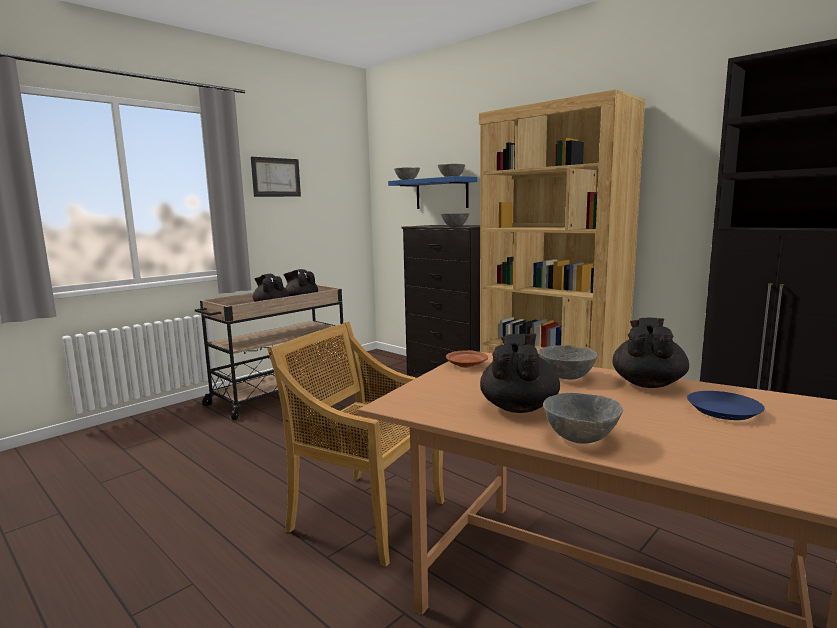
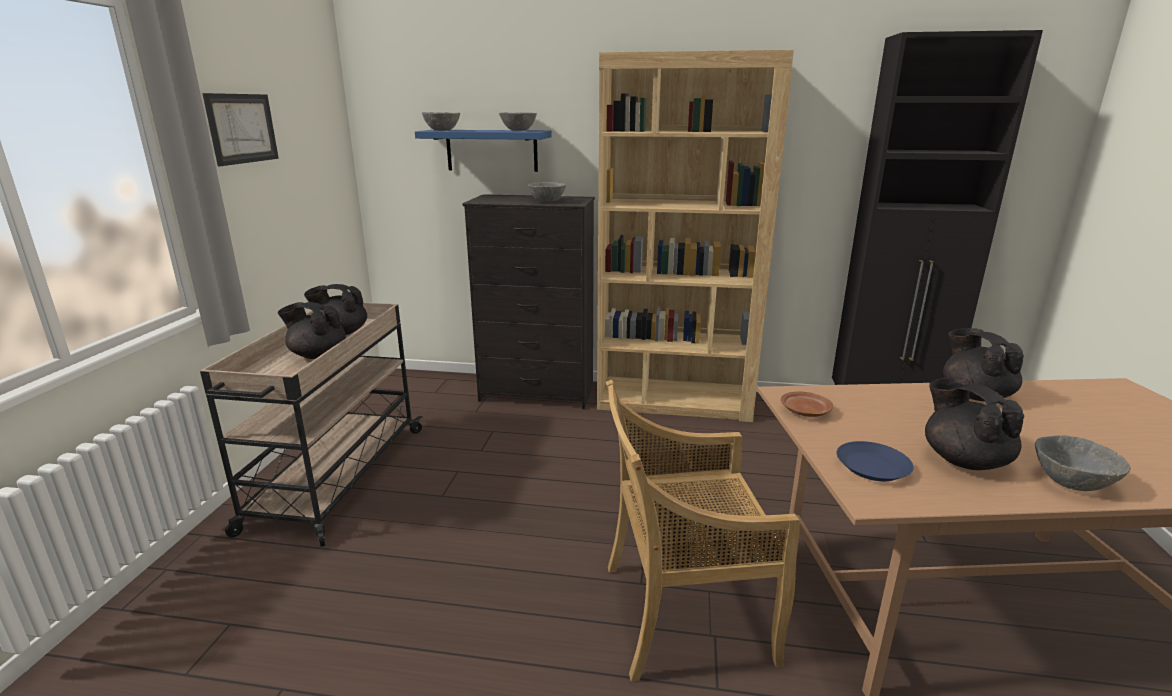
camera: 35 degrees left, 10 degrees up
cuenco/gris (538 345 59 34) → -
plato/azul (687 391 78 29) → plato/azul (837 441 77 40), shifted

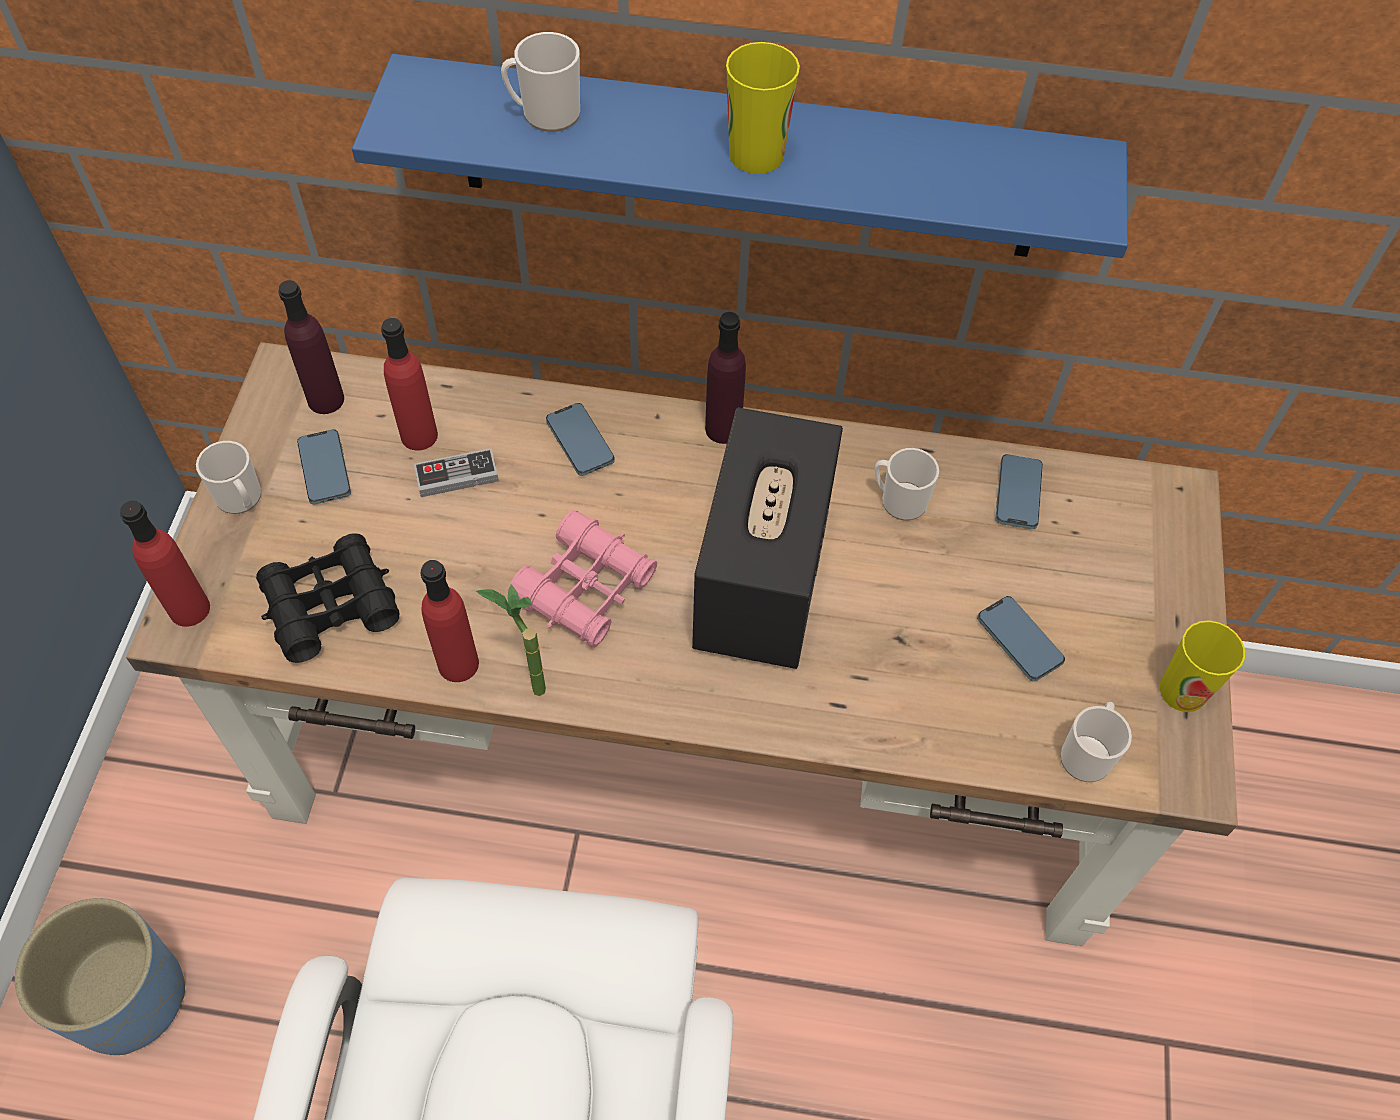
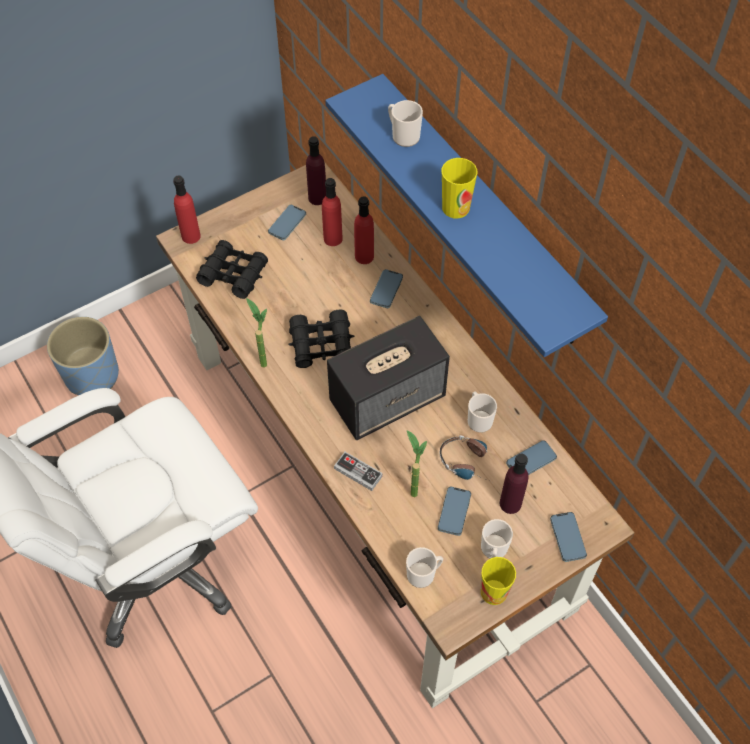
camera: 50 degrees right, 0 degrees up
- → planta en maceta (407 430 20 67)
- → auriculares (440 436 49 45)
- → móvil (550 512 37 50)
taza grande (196 441 65 73) → taza grande (481 519 32 40), shifted
mando de consola (414 448 85 49) → mando de consola (334 452 49 39), shifted
botella/rojo (421 560 58 122) → botella/rojo (354 196 20 68), shifted
botella/morado (705 312 41 132) → botella/morado (500 454 28 60), shifted
prismáticos/rosa (508 510 149 138) → prismáticos/negro (288 310 66 58)

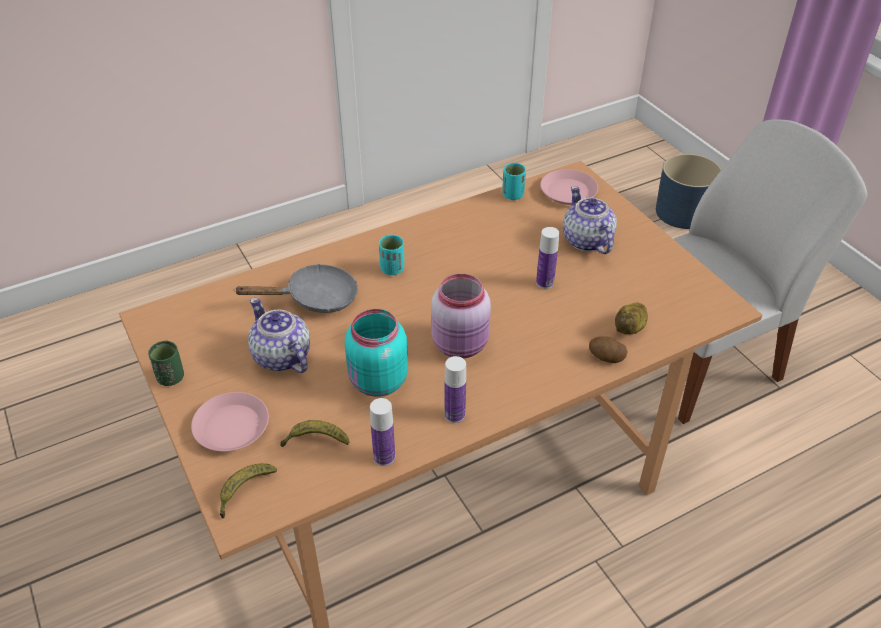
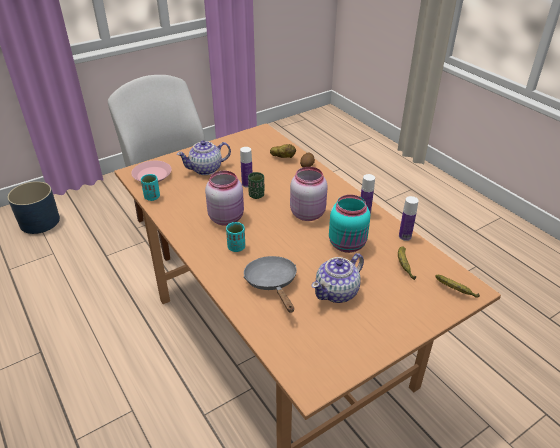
camera: 95 degrees left, 5 degrees down
plato/rosa (191 392 78 60) → -
- → tarro/rosa (205 171 39 55)
taza/verde (148 340 36 46) → taza/verde (248 172 16 27), shifted

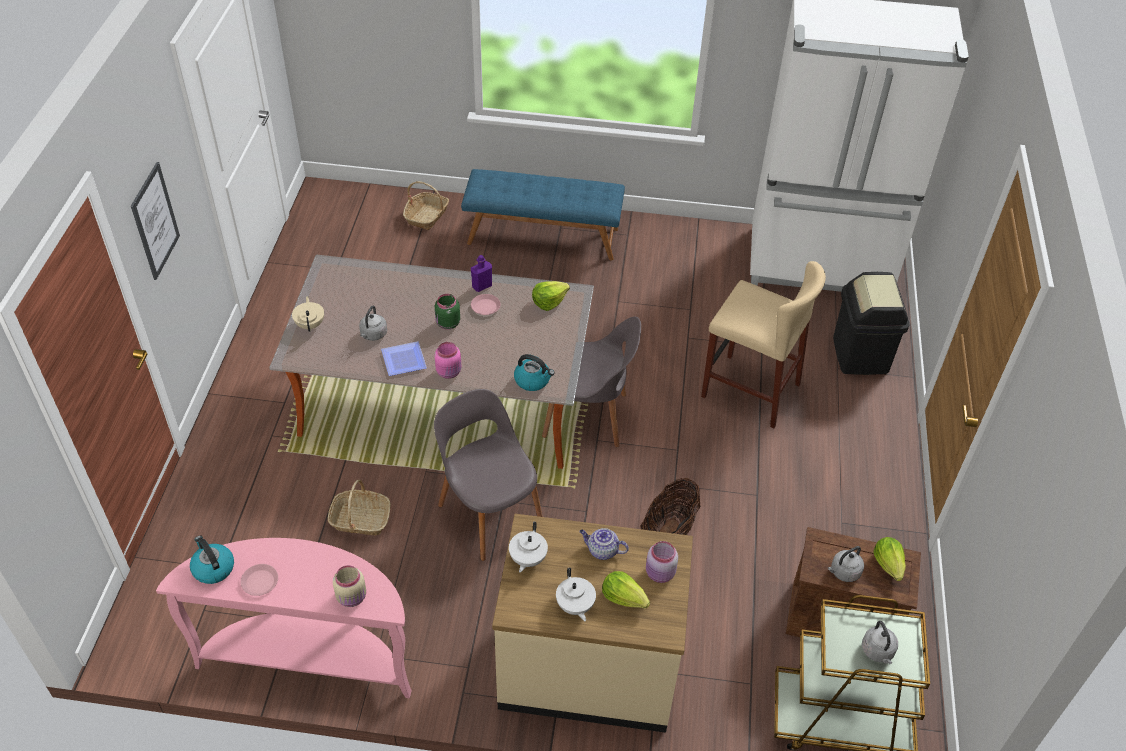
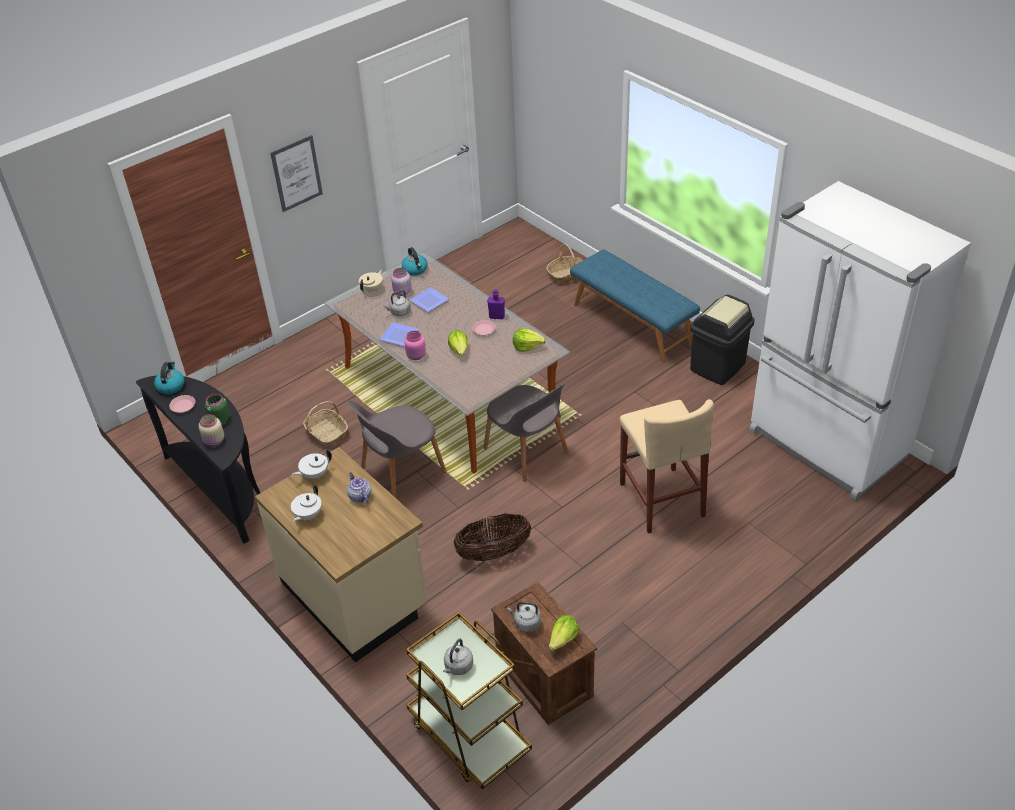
camera: 45 degrees right, 5 degrees down
- → plato (410 287 39 25)
tarro/verde (435 294 25 36) → tarro/verde (205 393 25 31), shifted
hervidor (514 354 41 37) → hervidor (402 247 26 29), shifted
lechuga (602 571 48 38) → lechuga (448 330 20 26), shifted
tarro/rosa (646 541 32 42) → tarro/rosa (391 268 20 28), shifted
papelera/negro (833 272 76 103) → papelera/negro (690 295 65 90), shifted
mesa consola/rosa (156 538 256 160) → mesa consola/negro (136 375 124 169)
silla/gris (434 389 109 172) → silla/gris (347 400 100 98), 135 degrees counterclockwise

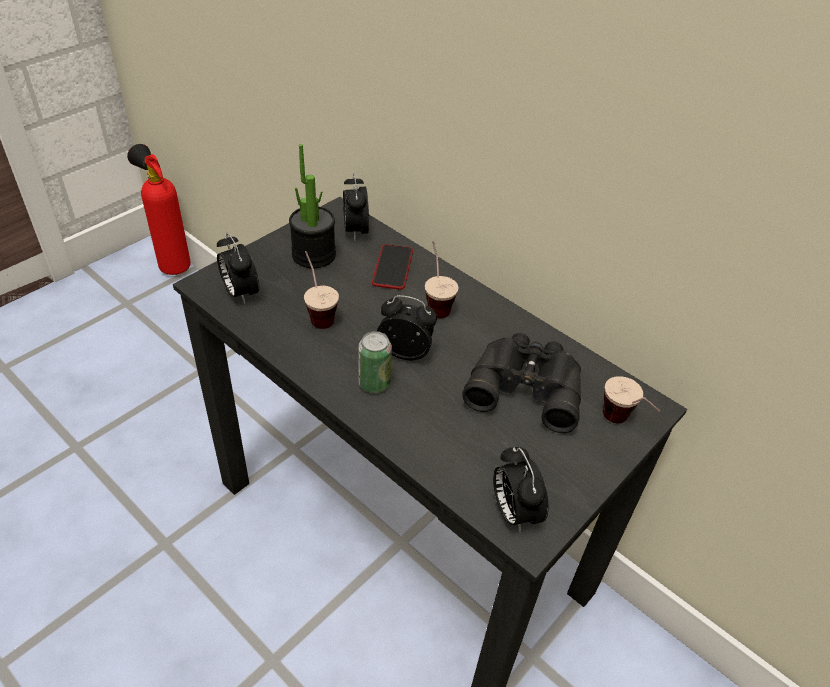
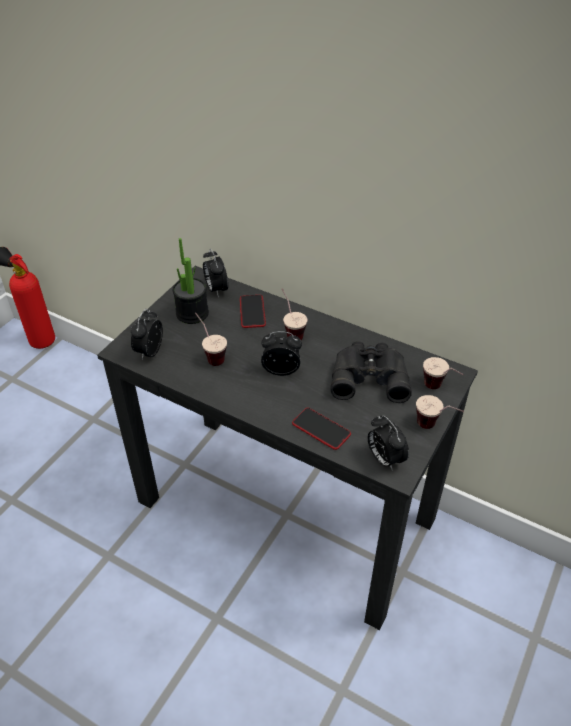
camera: 10 degrees left, 0 degrees up
lata (358 331 34 62) → -
- → móvil (292 408 59 42)
- → taza (416 395 48 34)
despertador (217 233 42 71) → despertador (131 309 32 51), 60 degrees clockwise

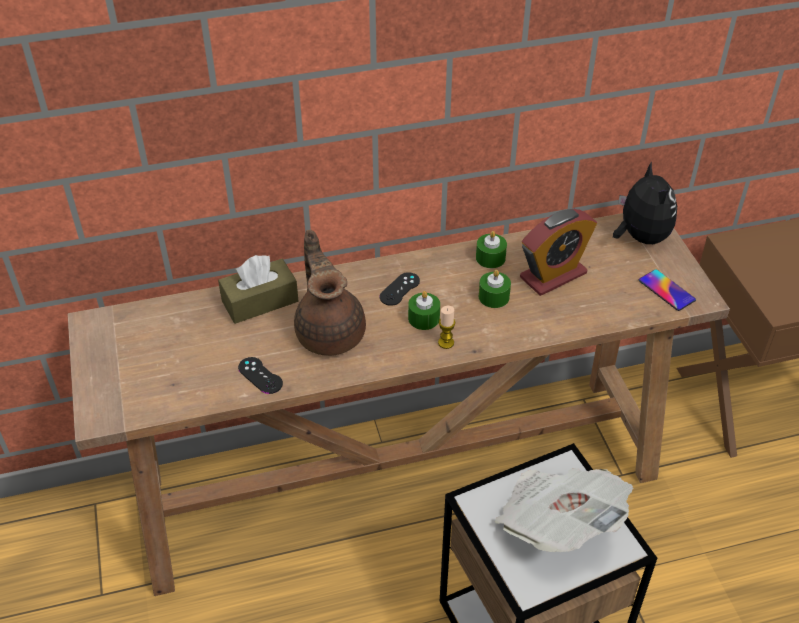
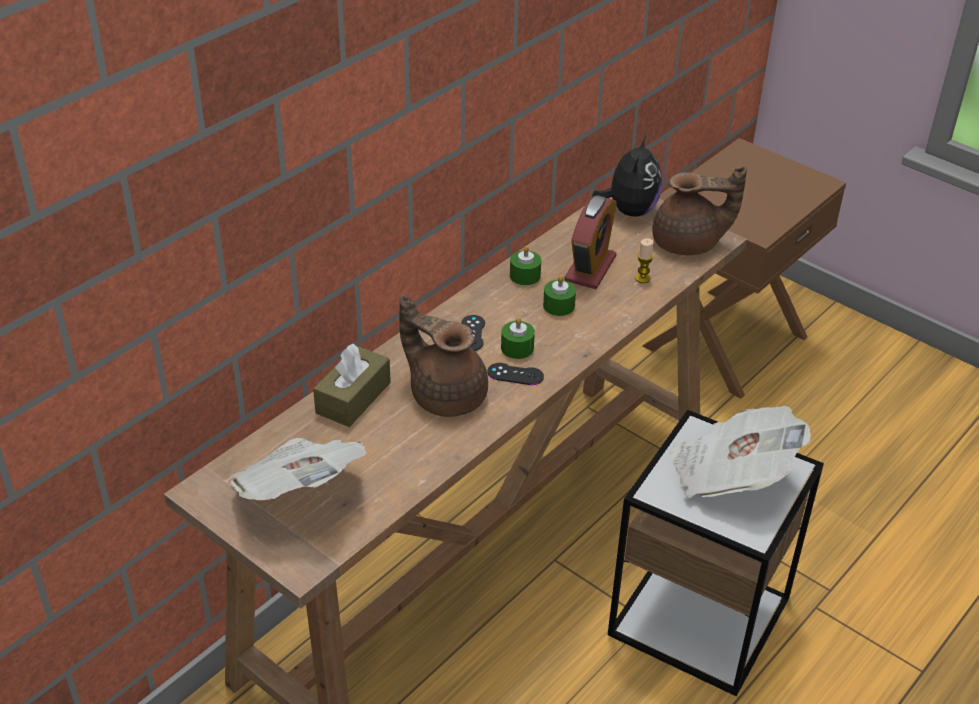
camera: 35 degrees left, 5 degrees down
- → periódico (230 438 137 62)
mando de consola/negro (238 357 45 37) → mando de consola/negro (487 363 57 22), shifted
vela (438 306 17 43) → vela (635 238 19 45), shifted
móvil (639 269 57 42) → tetera/marrón (652 166 95 89)
peluche (613 161 64 83) → peluche (592 135 70 81), 60 degrees clockwise

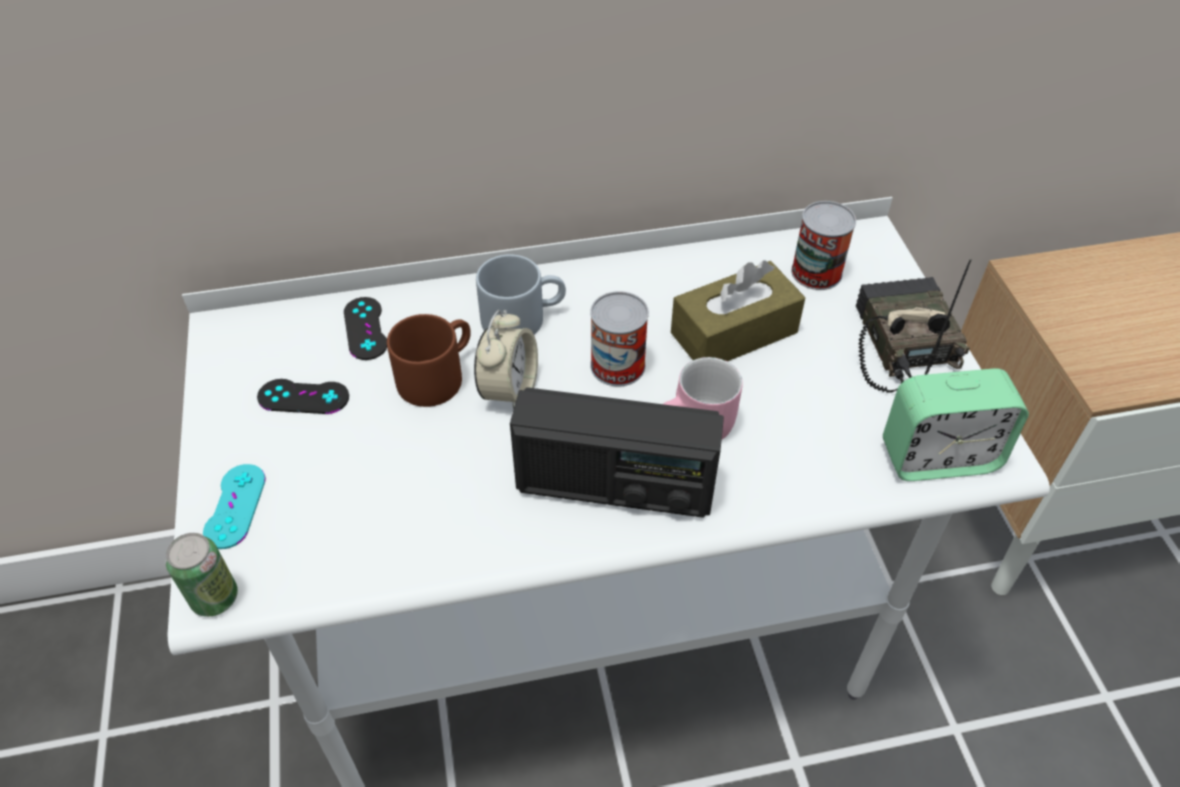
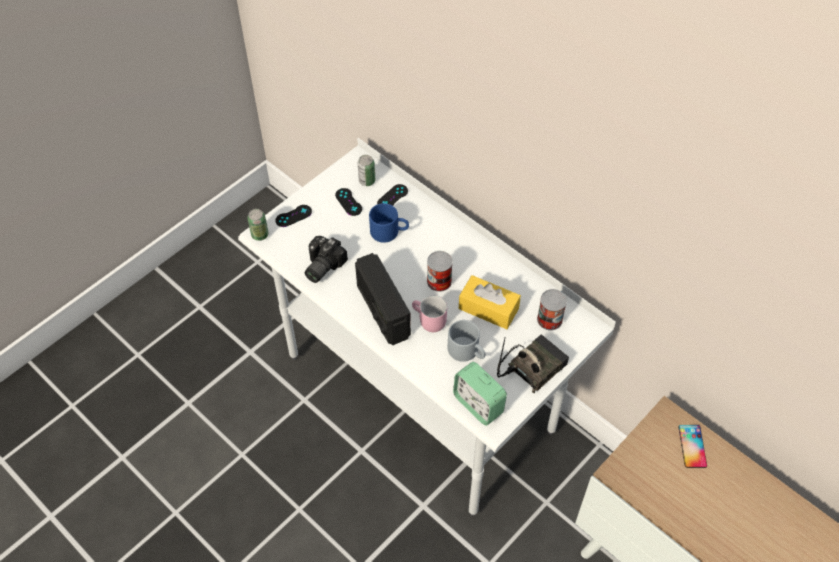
camera: 55 degrees right, 5 degrees up
despertador (474 310 64 99) → -
- → cámara (305 236 43 47)
- → lata (358 155 17 31)
- → móvil (679 425 28 43)
taza grande/gris (476 254 90 81) → taza grande/gris (448 320 37 42), shifted
mando de consola/turquesa (203 464 63 85) → mando de consola/negro (275 205 37 22)
taza grande/marrón (387 314 84 93) → taza grande/azul (369 203 40 40)
caja de pañuelos/marrón (671 260 135 102) → caja de pañuelos/amarillo (459 275 62 54)

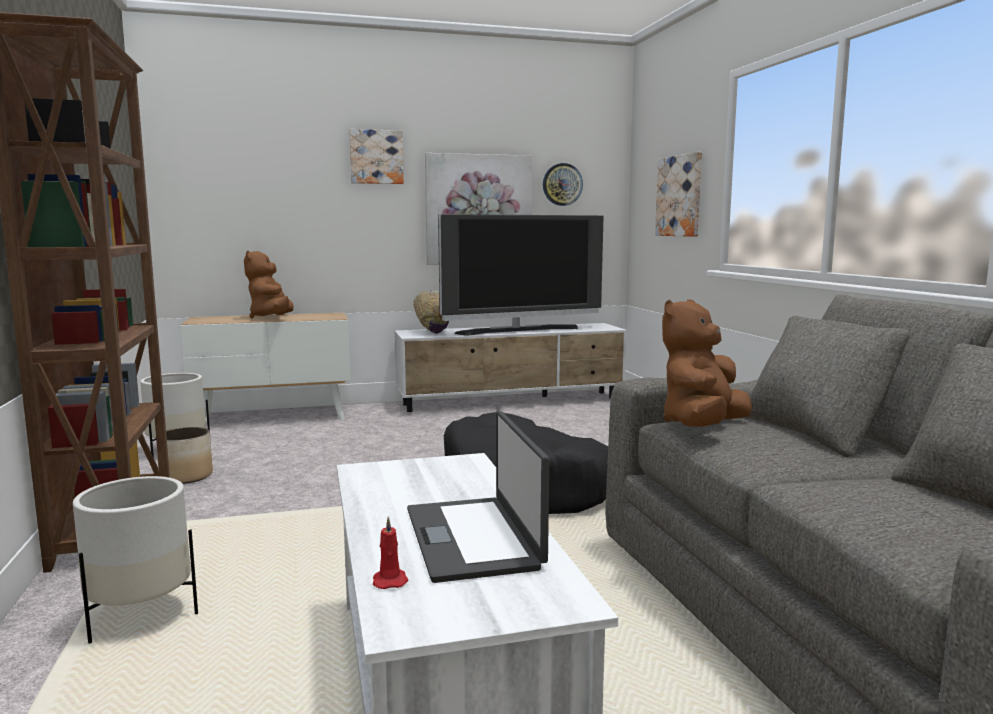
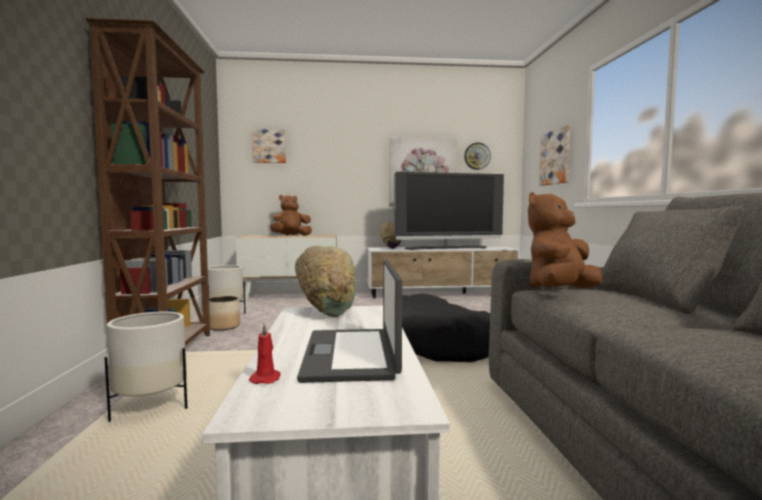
camera: 10 degrees right, 5 degrees down
- → cuenco/verde (295 245 61 72)
cuadro (349 129 55 55) → cuadro (252 129 34 34), shifted
peluche/marrón (244 250 50 69) → peluche/marrón (270 195 42 41), 60 degrees clockwise

